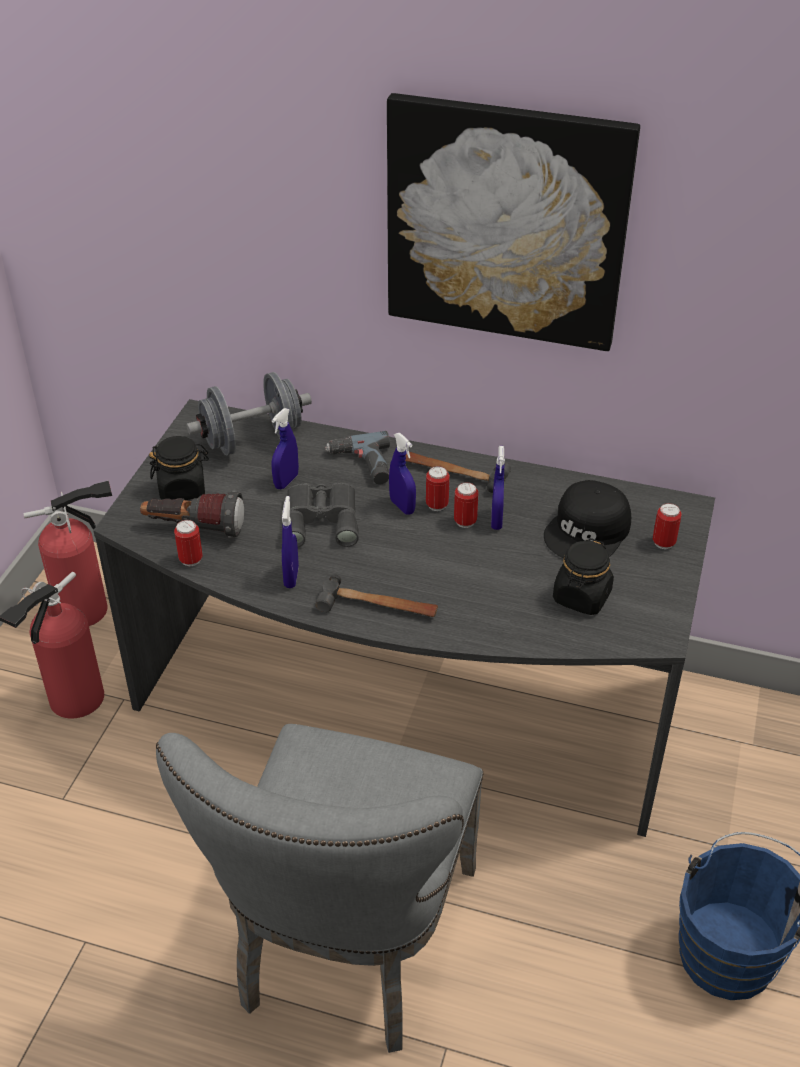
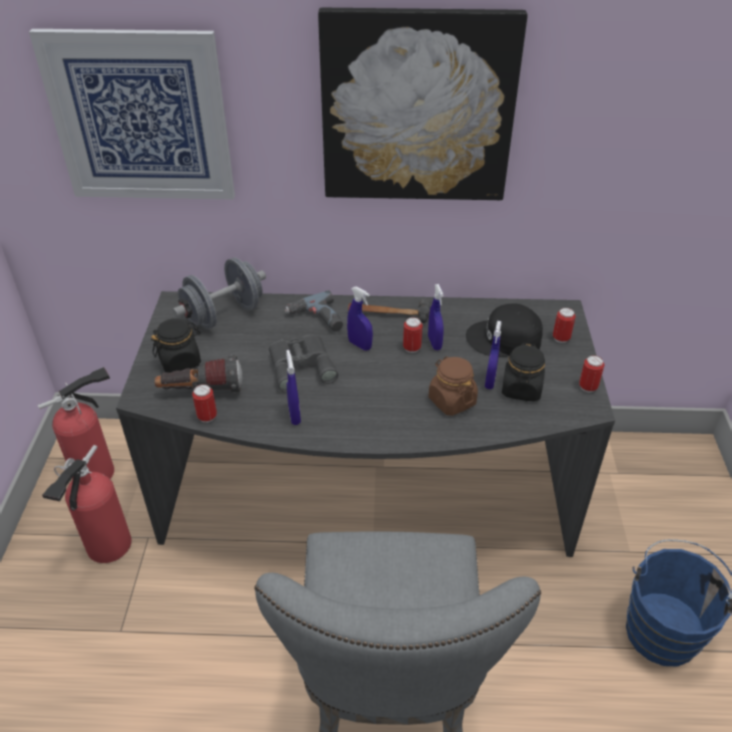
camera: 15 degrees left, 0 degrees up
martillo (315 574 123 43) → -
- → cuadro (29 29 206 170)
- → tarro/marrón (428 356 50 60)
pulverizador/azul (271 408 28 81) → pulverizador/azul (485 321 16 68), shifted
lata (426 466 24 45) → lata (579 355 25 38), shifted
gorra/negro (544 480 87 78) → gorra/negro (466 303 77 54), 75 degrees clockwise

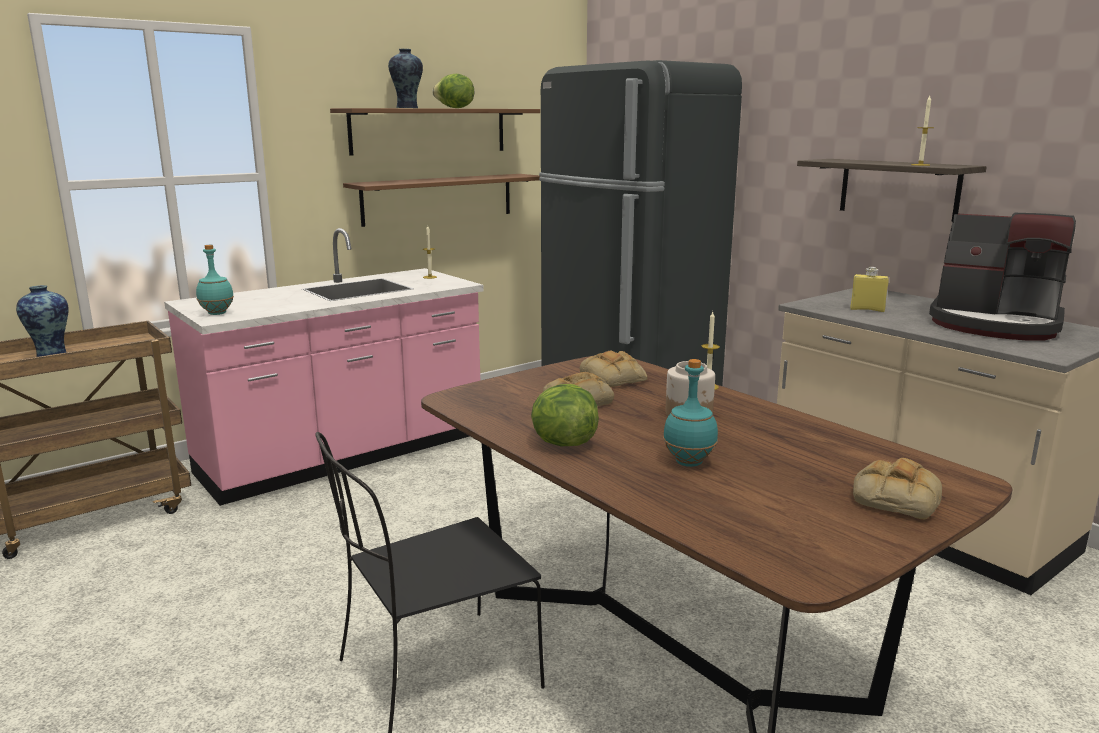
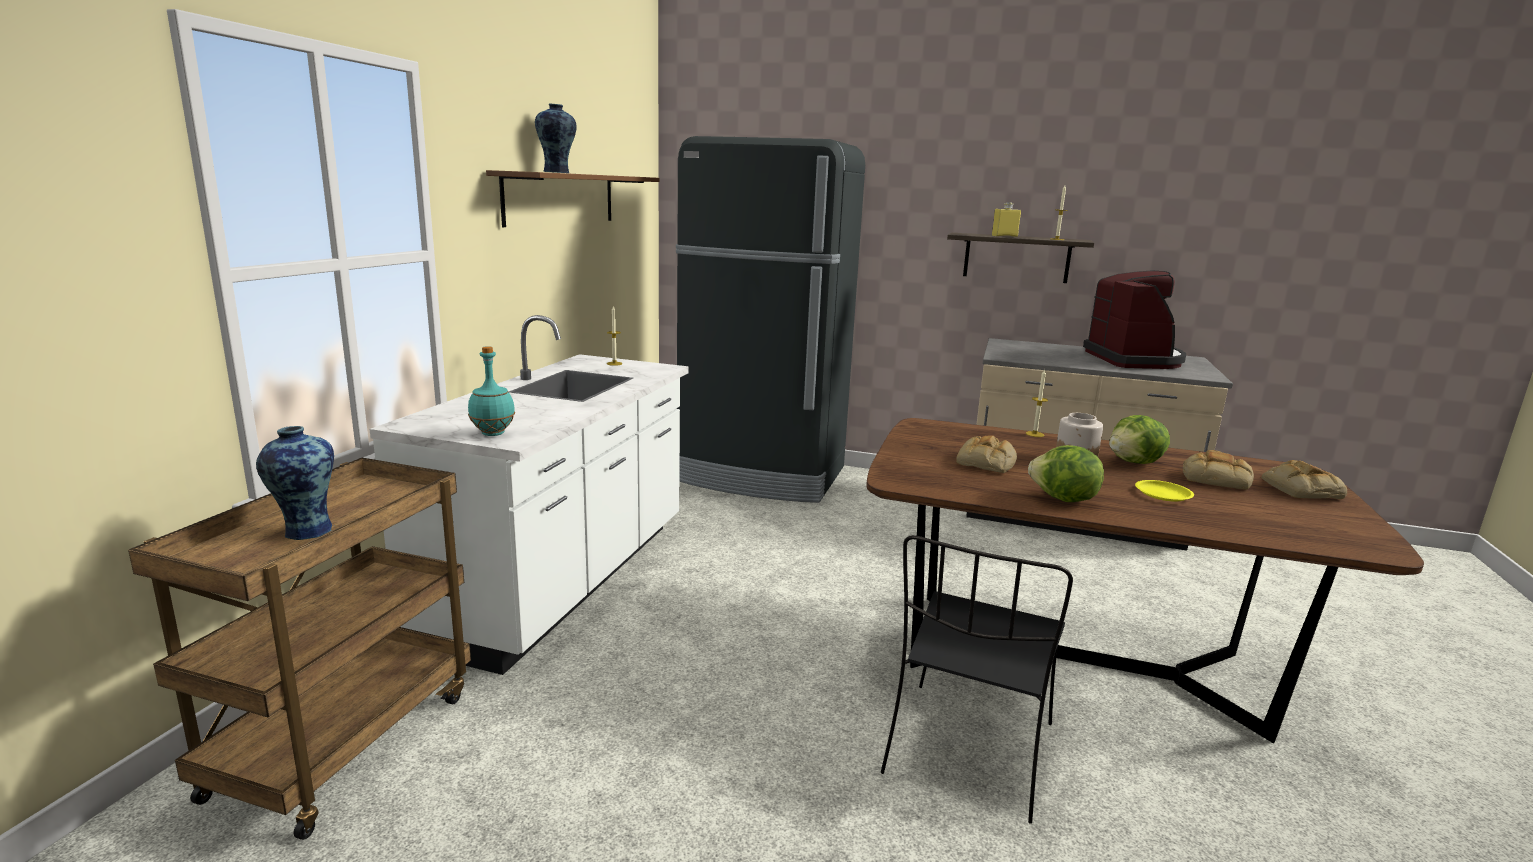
camera: 35 degrees left, 0 degrees up
estante/marrón (343 174 197 53) → -
lechuga (432 74 42 34) → lechuga (1109 415 61 49), shifted
pan (580 351 67 36) → pan (1183 450 71 40), shifted
botella/amarillo (850 267 39 45) → botella/amarillo (992 202 29 35), shifted
botella/turquesa (663 359 55 108) → plato/amarillo (1135 480 59 21)
mueble bajo de cocina/rosa (164 228 320 278) → mueble bajo de cocina/blanco (370 315 319 360)
cafetera (929 213 147 128) → cafetera (1083 271 103 98), 90 degrees counterclockwise

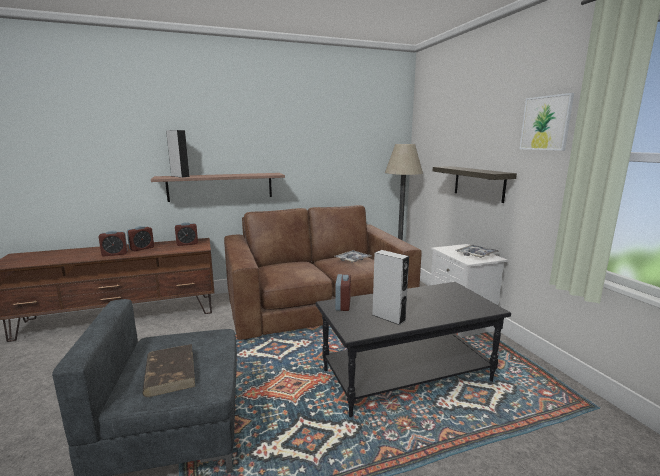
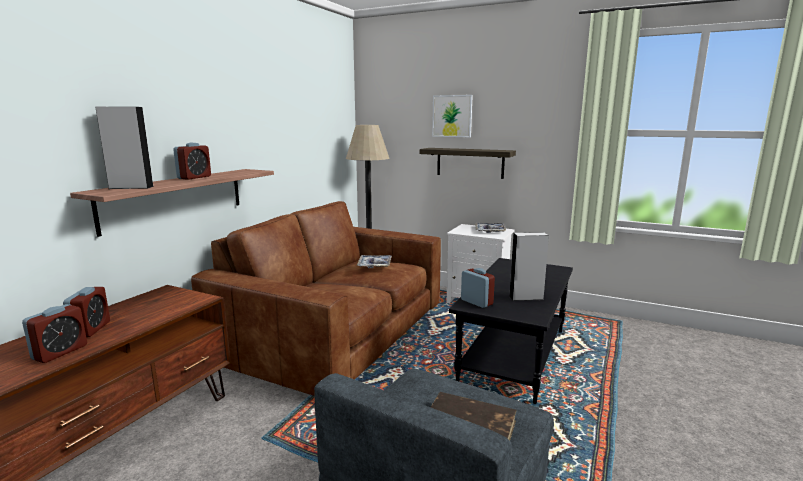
camera: 45 degrees left, 0 degrees up
despertador (175 222 23 24) → despertador (173 143 38 37), shifted
cuadro (520 93 54 58) → cuadro (432 95 41 42), shifted

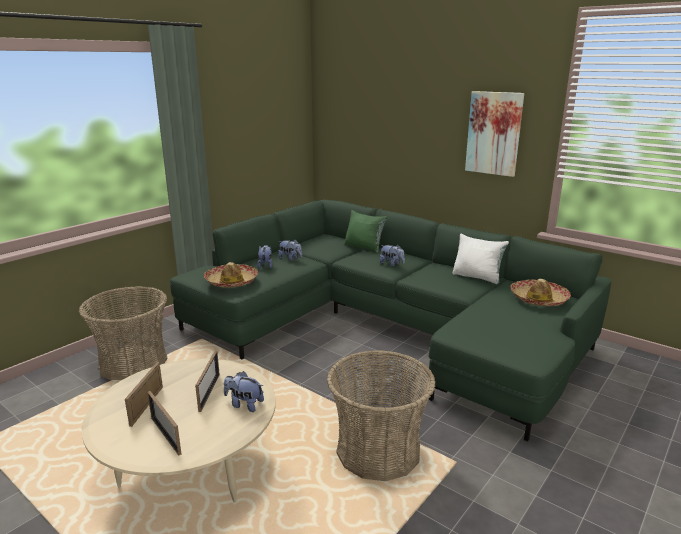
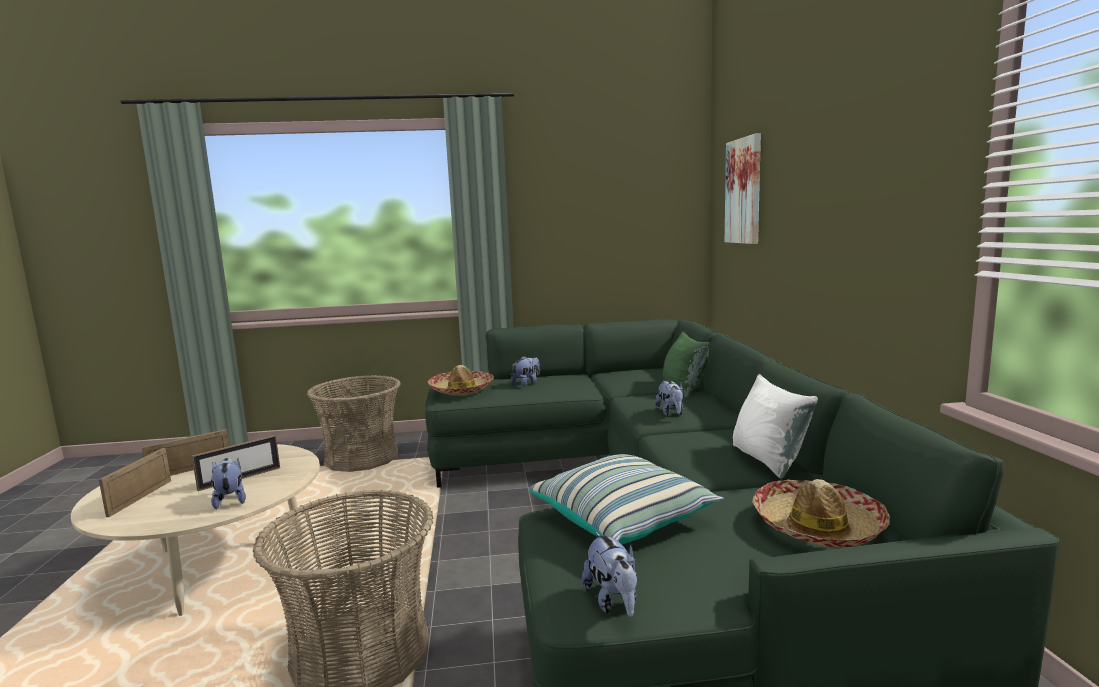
camera: 45 degrees right, 10 degrees down
- → cojín (529 454 194 90)
peluche (279 239 23 22) → peluche (582 532 55 85), shifted
cuadro (465 91 59 86) → cuadro (725 133 36 111), shifted

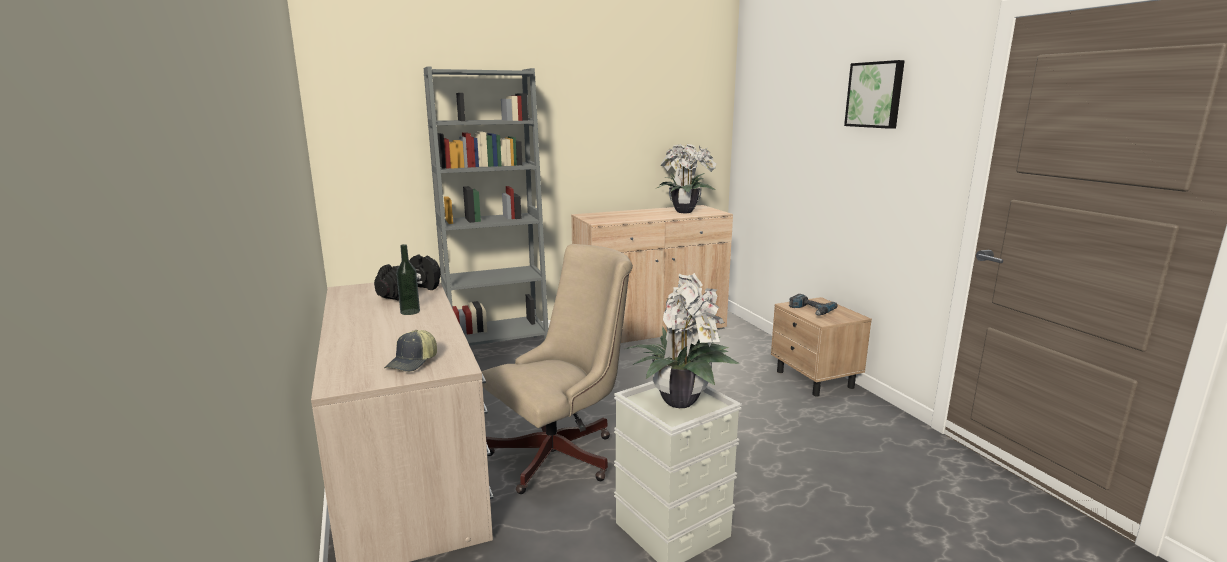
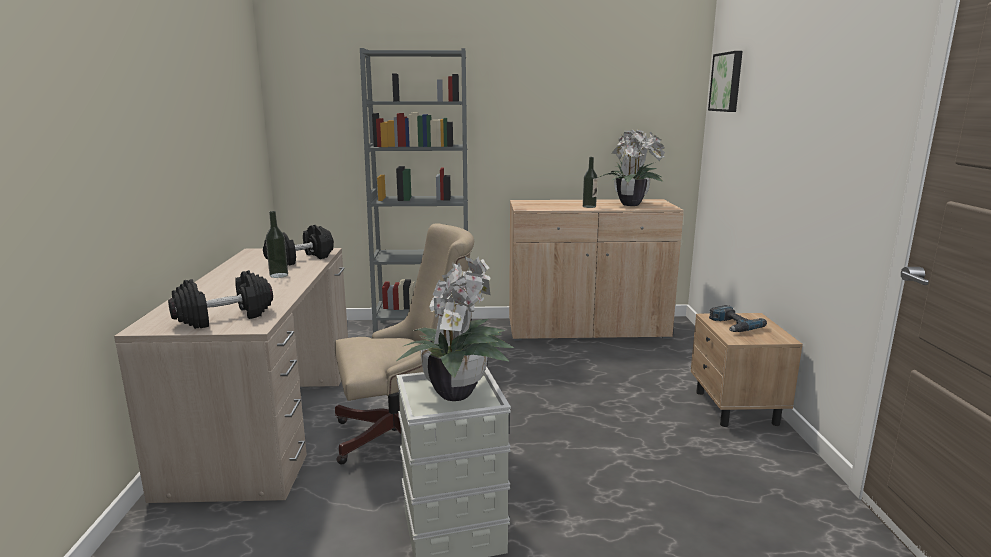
camera: 20 degrees right, 0 degrees up
- → botella (583 157 15 51)
cuadro (844 60 61 69) → cuadro (708 51 35 61), shifted
gorra (384 330 53 42) → mancuerna/negro (168 270 105 59)

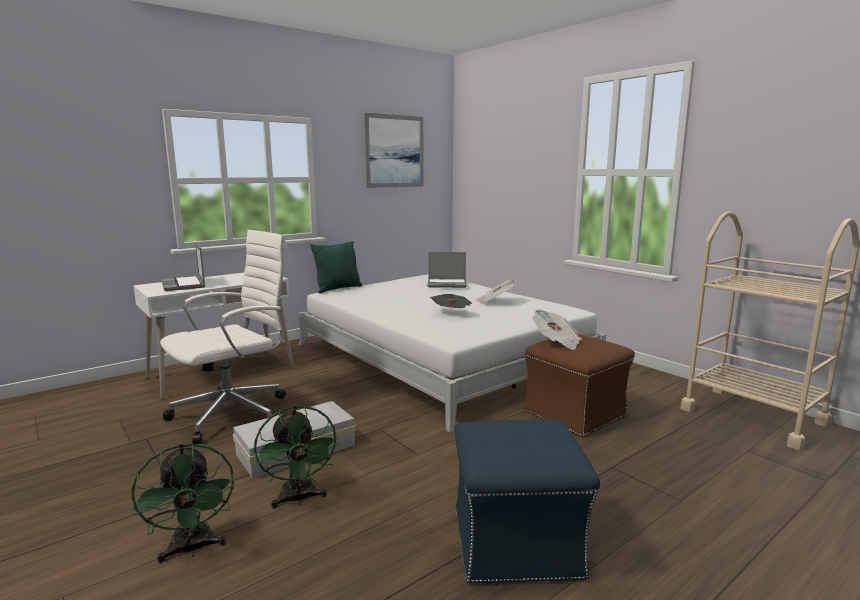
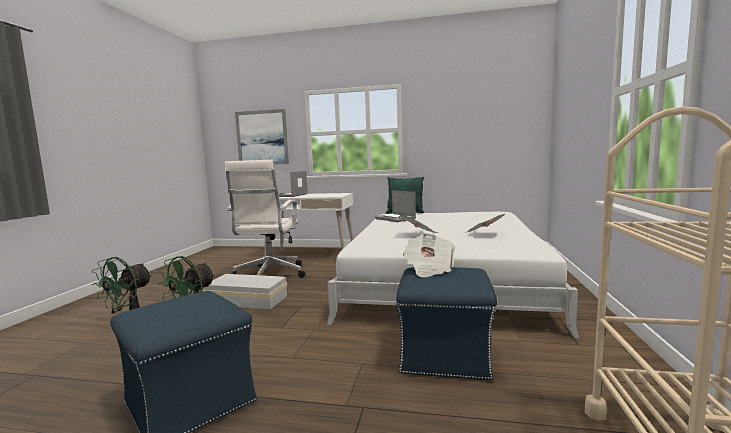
camera: 50 degrees right, 5 degrees down
cuadro (364 113 60 75) → cuadro (235 109 54 56), shifted
portátil (428 252 39 36) → portátil (375 190 41 32), shifted
puf/marrón (523 334 112 103) → puf/azul (396 267 101 114)
silla de oficina/blanco (160 230 127 214) → silla de oficina/blanco (225 160 81 118), 90 degrees clockwise

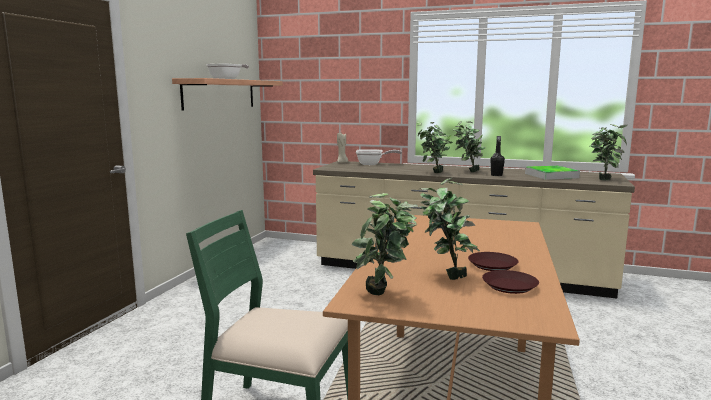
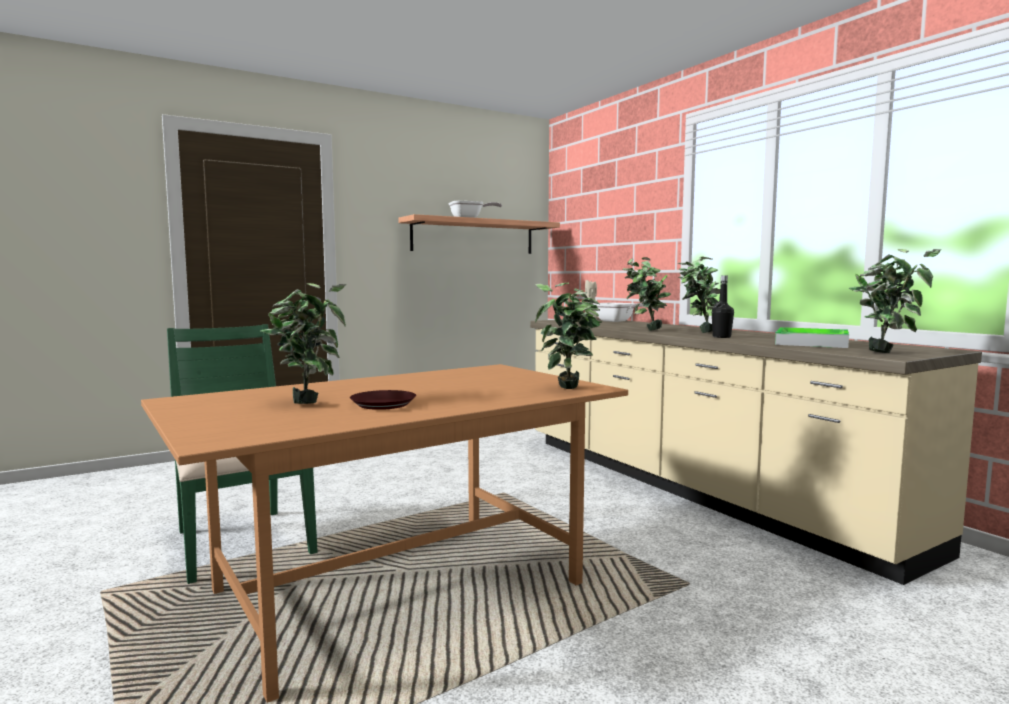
camera: 40 degrees right, 5 degrees down
plato/marrón (482 270 57 24) → -
planta en maceta (352 193 66 102) → planta en maceta (535 283 67 106), shifted

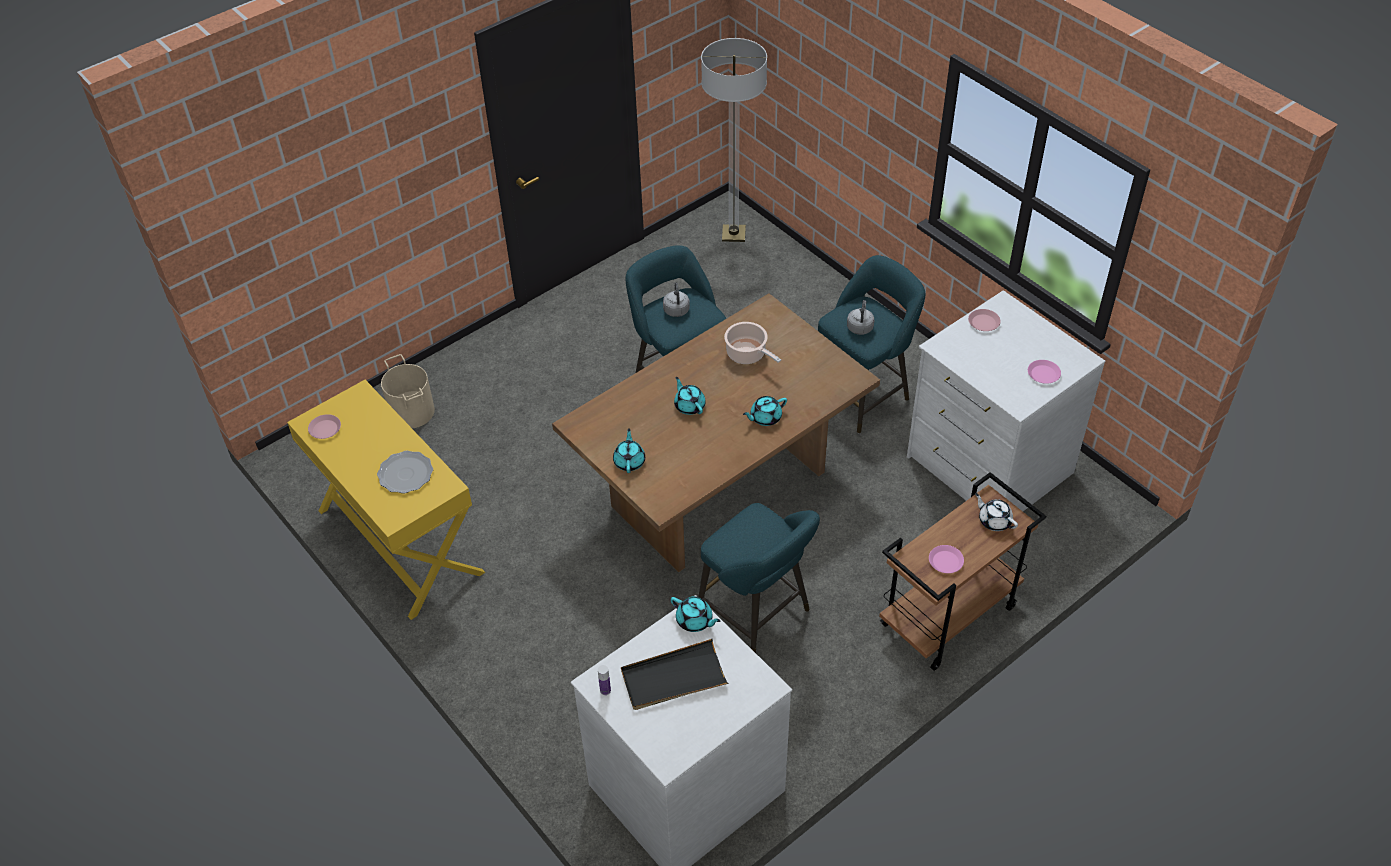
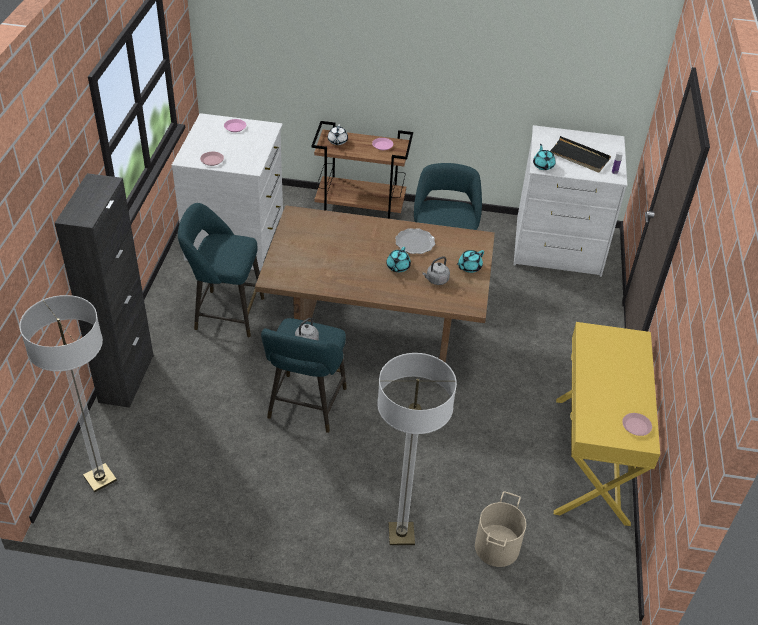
camera: 135 degrees left, 5 degrees down
olla (724 322 57 42) → -
tetera/turquesa (743 396 44 30) → -
- → armario/negro (55 173 99 235)
- → lámpara de pie (377 353 80 192)
plato (377 451 56 43) → plato (395 228 40 26), shifted
hervidor/gris (847 300 27 35) → hervidor/gris (422 256 28 29), shifted

